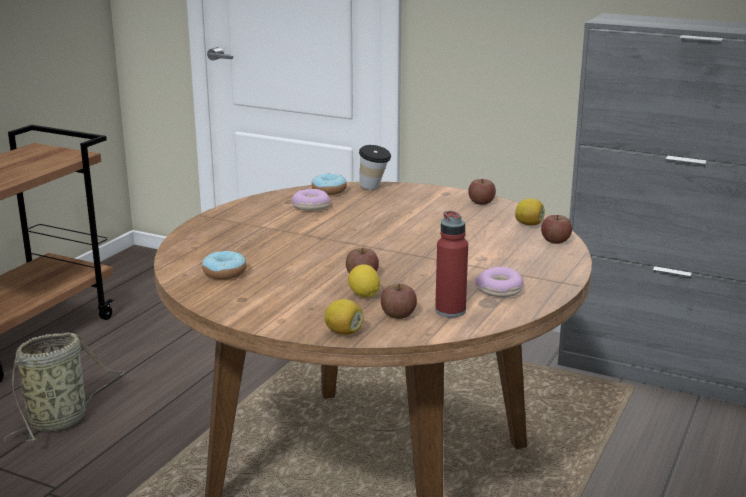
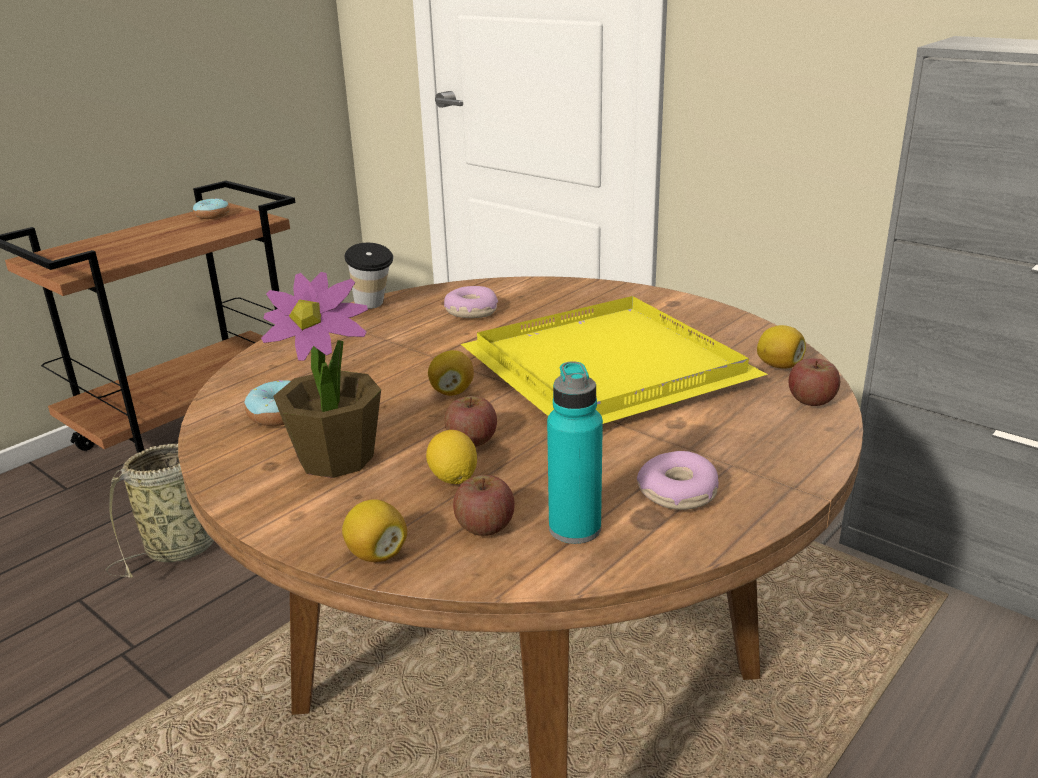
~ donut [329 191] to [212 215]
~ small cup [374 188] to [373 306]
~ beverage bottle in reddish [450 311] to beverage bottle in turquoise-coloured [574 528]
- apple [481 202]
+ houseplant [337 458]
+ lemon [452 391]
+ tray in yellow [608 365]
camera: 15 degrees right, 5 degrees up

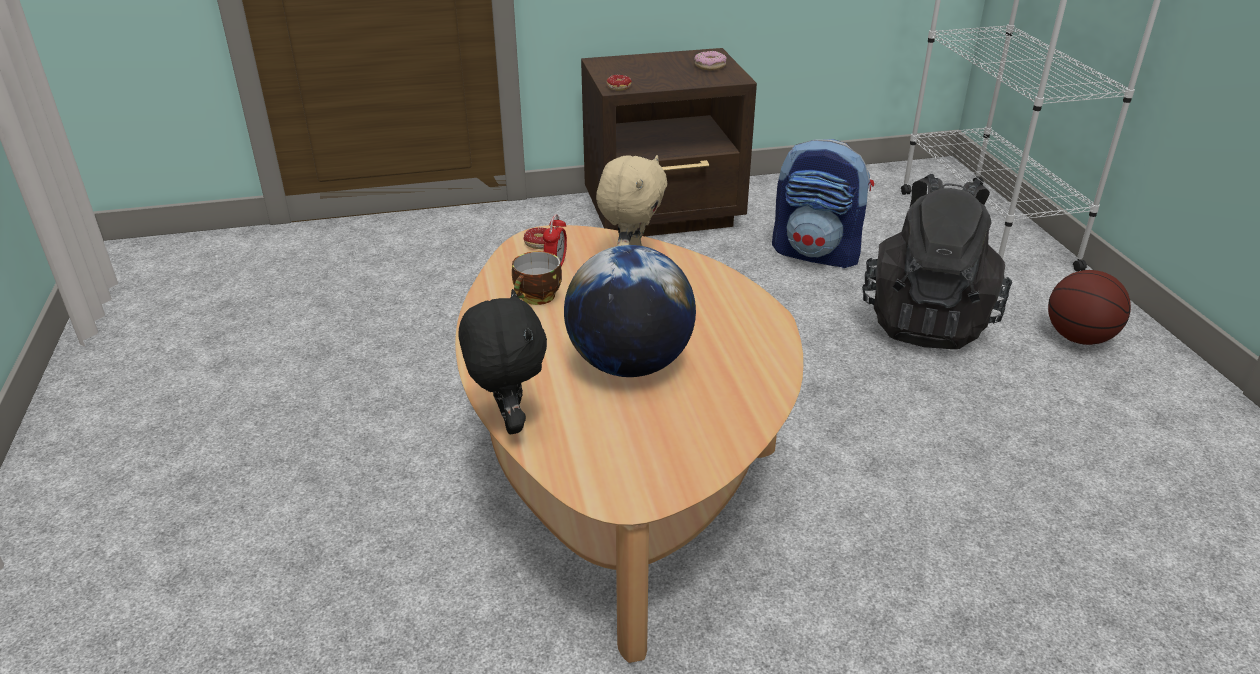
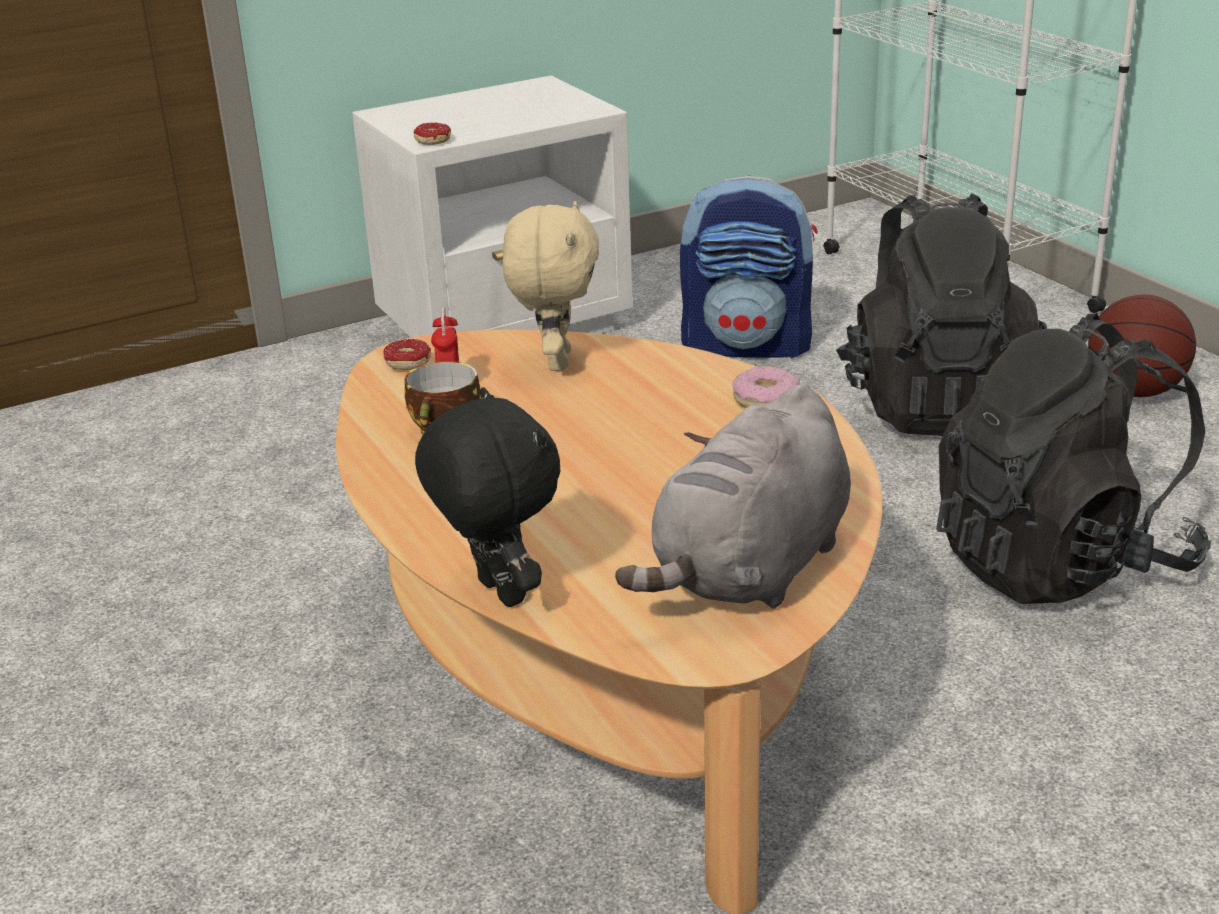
- world globe [630 365]
~ bedside table in brown-coloured [666 214] to bedside table in white-coloured [509 328]
~ donut [710 66] to [766 399]
+ soft toy in gray [750 571]
+ backpack in blackish [1059 563]
camera: 15 degrees left, 5 degrees down

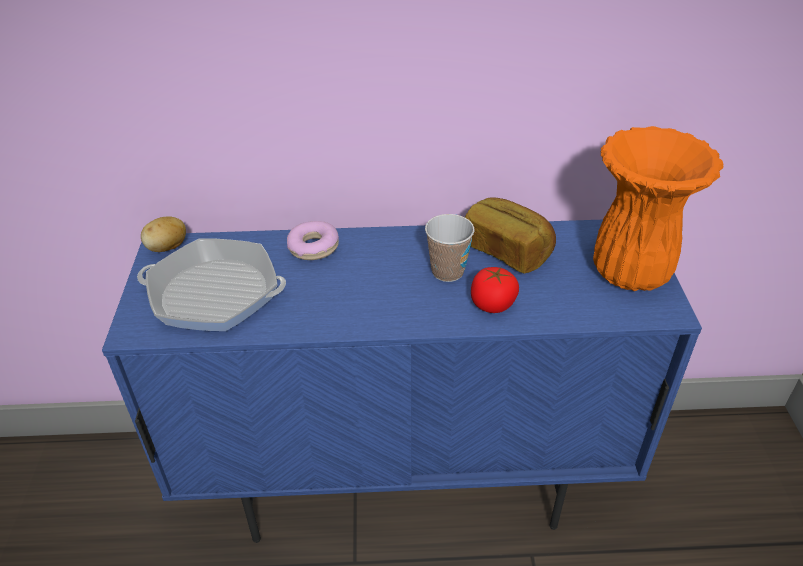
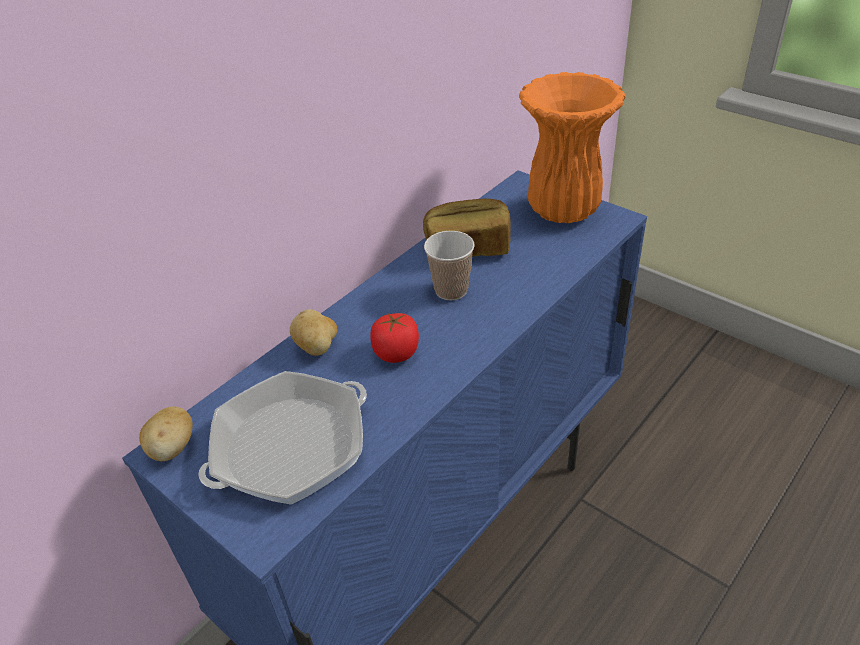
~ donut [313 247] to spud [317 347]
~ fresh tomato [492 304] to [396 353]
camera: 45 degrees left, 0 degrees up

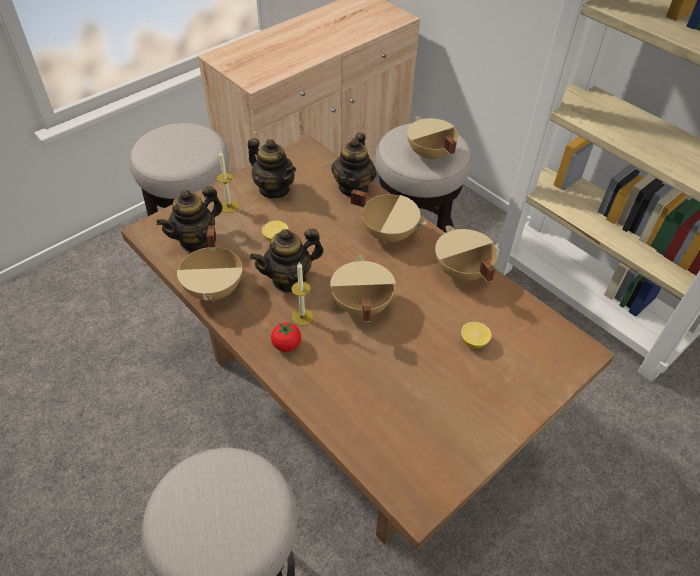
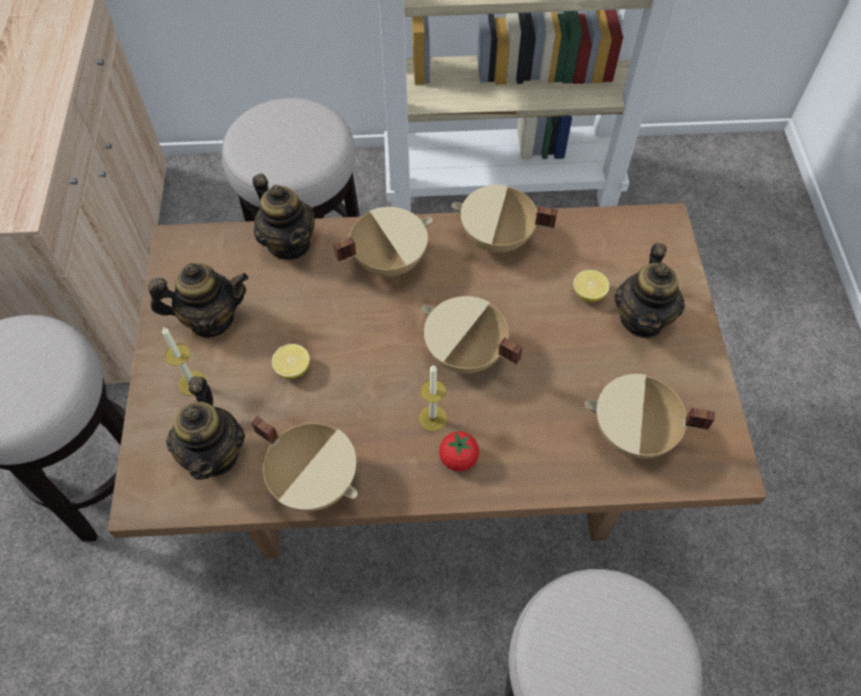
~ pot for tea [289 279] to [642 319]
~ cooking pot in beige [429 154] to [632 435]
camera: 50 degrees left, 10 degrees up

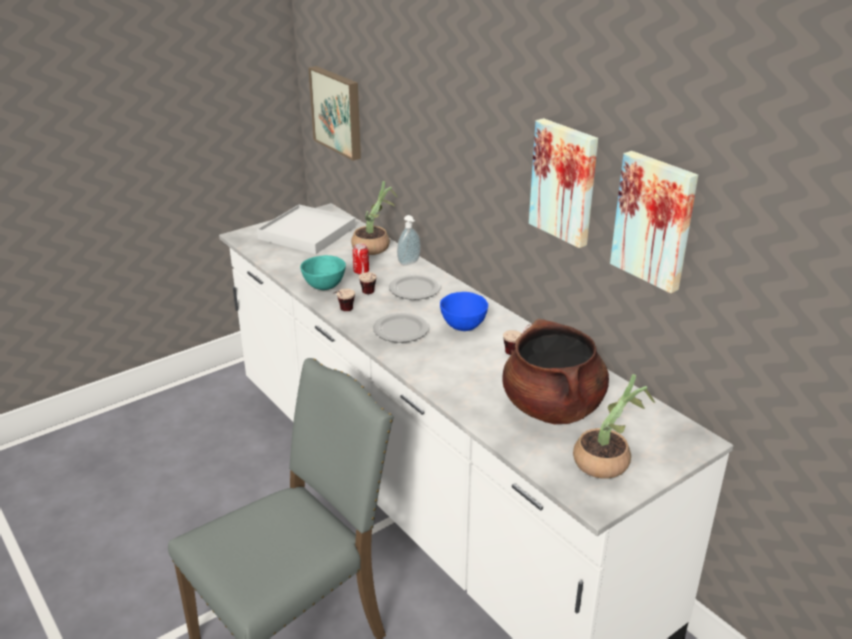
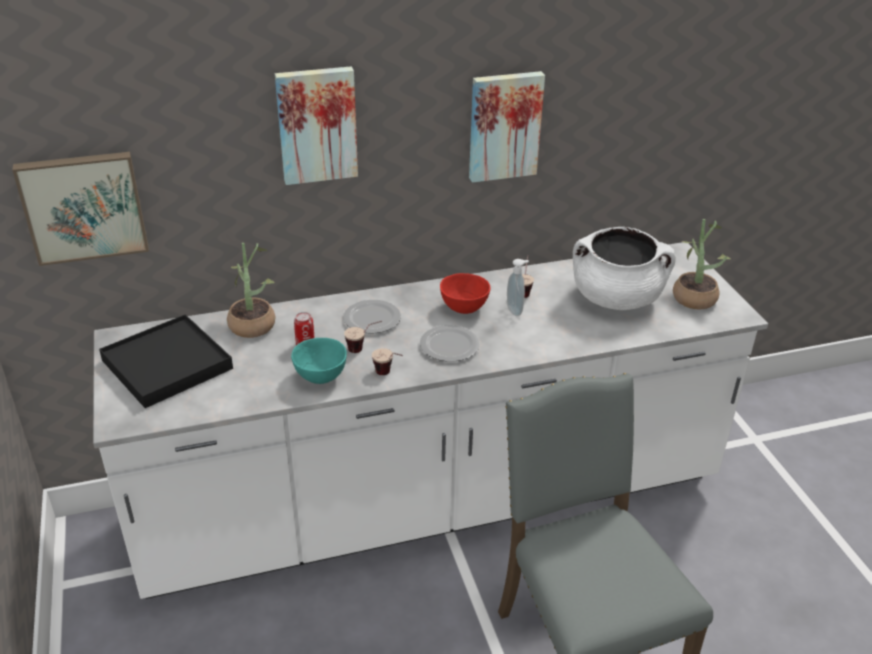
~ tray in white-coloured [307 233] to tray in blackish [166 364]
~ soap bottle [410 263] to [515 310]
~ deep dish in blue [463 326] to deep dish in reddish [463 308]
~ cooking pot in brown-coloured [552 408] to cooking pot in white-coloured [616 298]
~ wall art [655 220] to [317 124]
camera: 70 degrees left, 5 degrees up

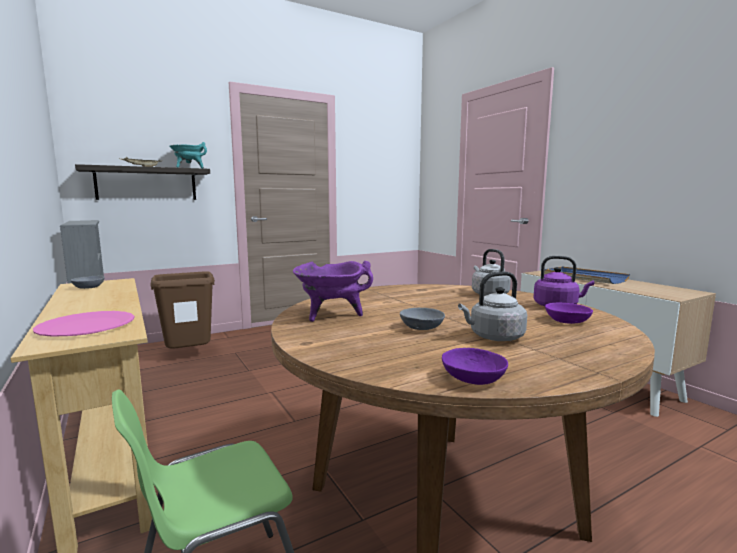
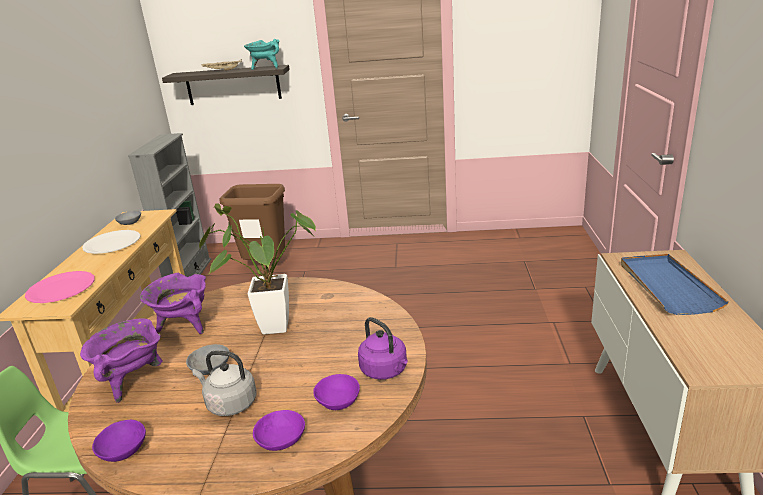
- water kettle in gray [488 294]
+ cooking pot in purple-coloured [133 381]
+ dinner plate in white-coloured [112 243]
+ houseplant [267 327]
+ deep dish in purple-coloured [281 441]
camera: 35 degrees right, 15 degrees up

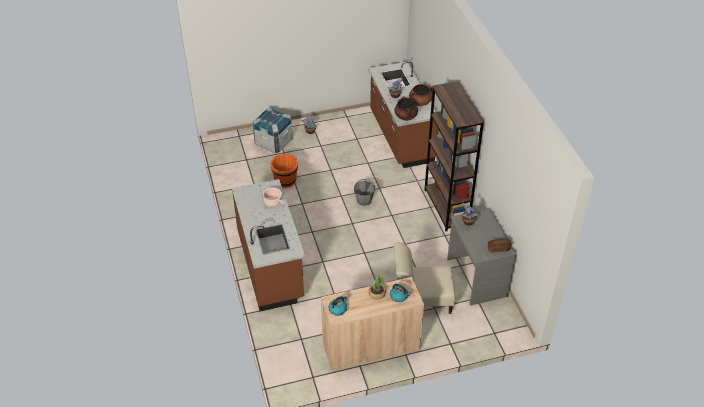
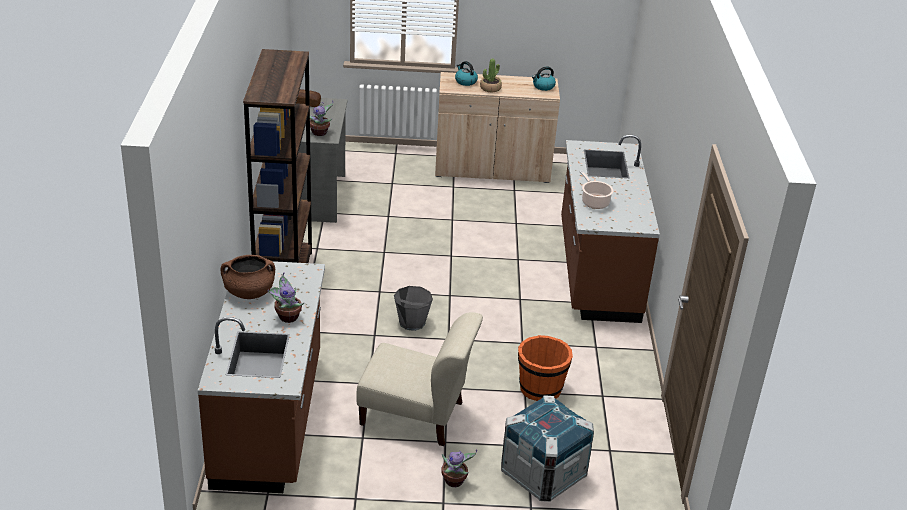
- cooking pot in brown-coloured [406 116]
~ chair in beige [421 300] to [416 415]
camera: 165 degrees left, 10 degrees down

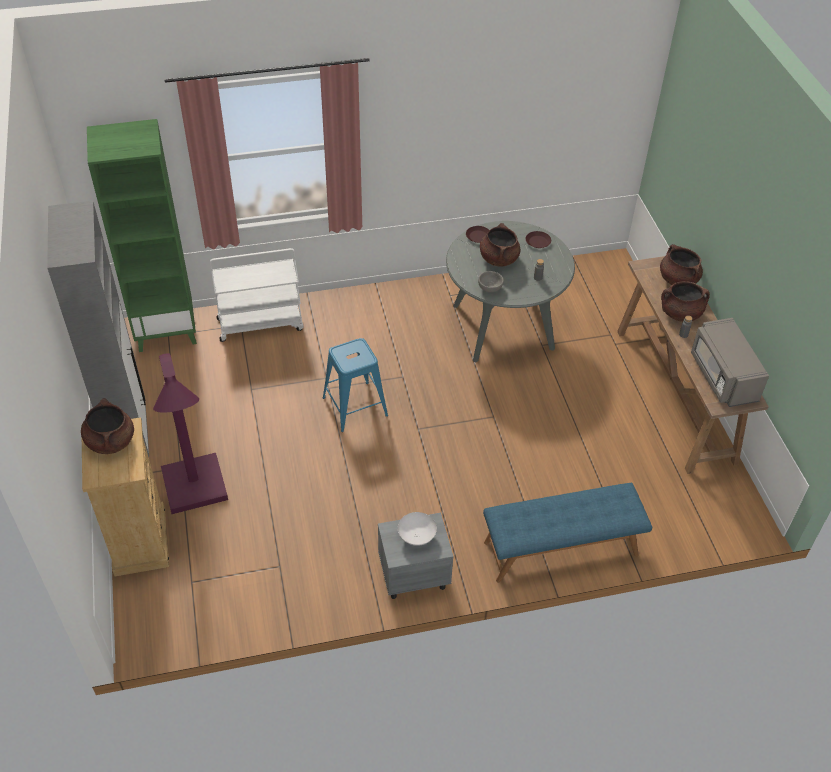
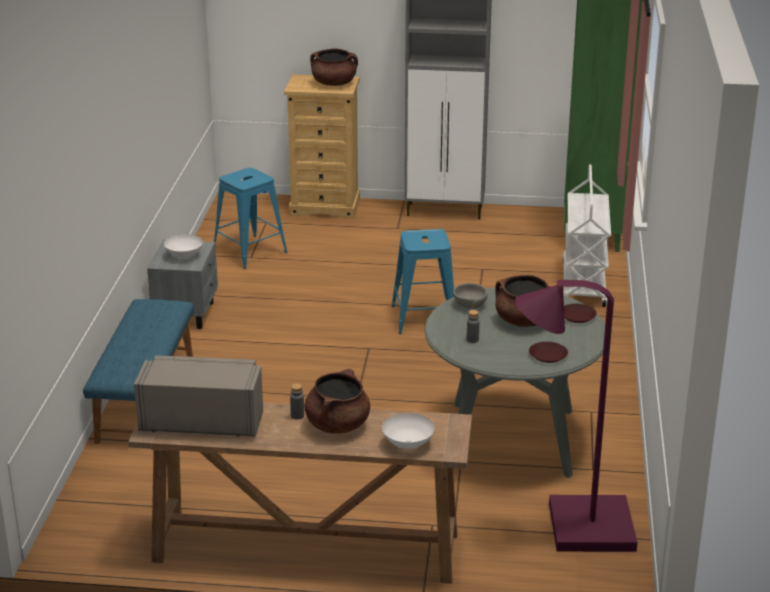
~ floor lamp in purple-coloured [197 494] to [575 527]
~ cooking pot in brown-coloured [677 279] to deep dish in white-coloured [408 444]
+ sitting stool in blue [250 251]
camera: 110 degrees right, 20 degrees down

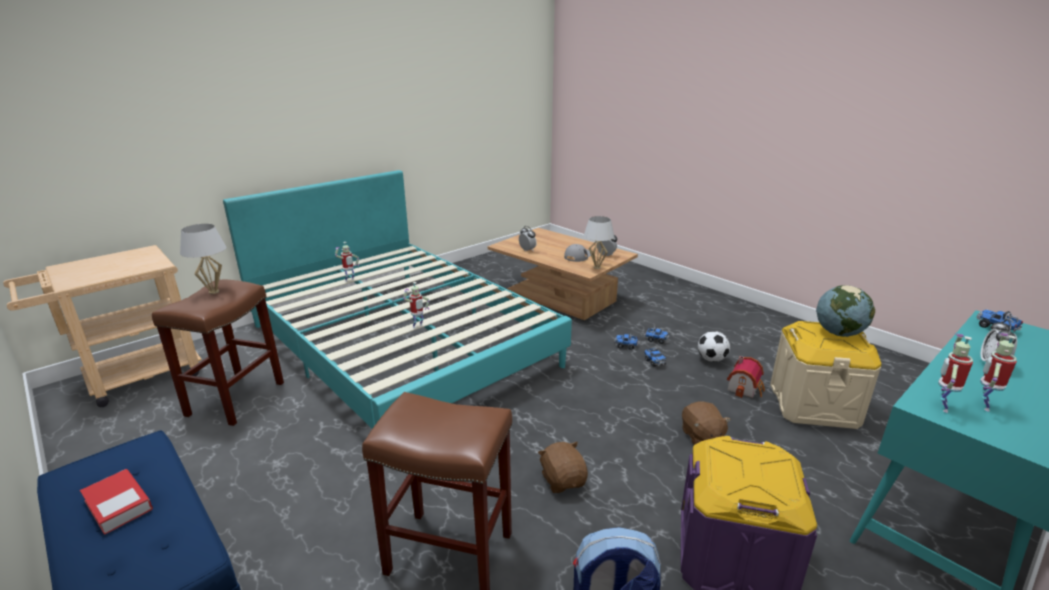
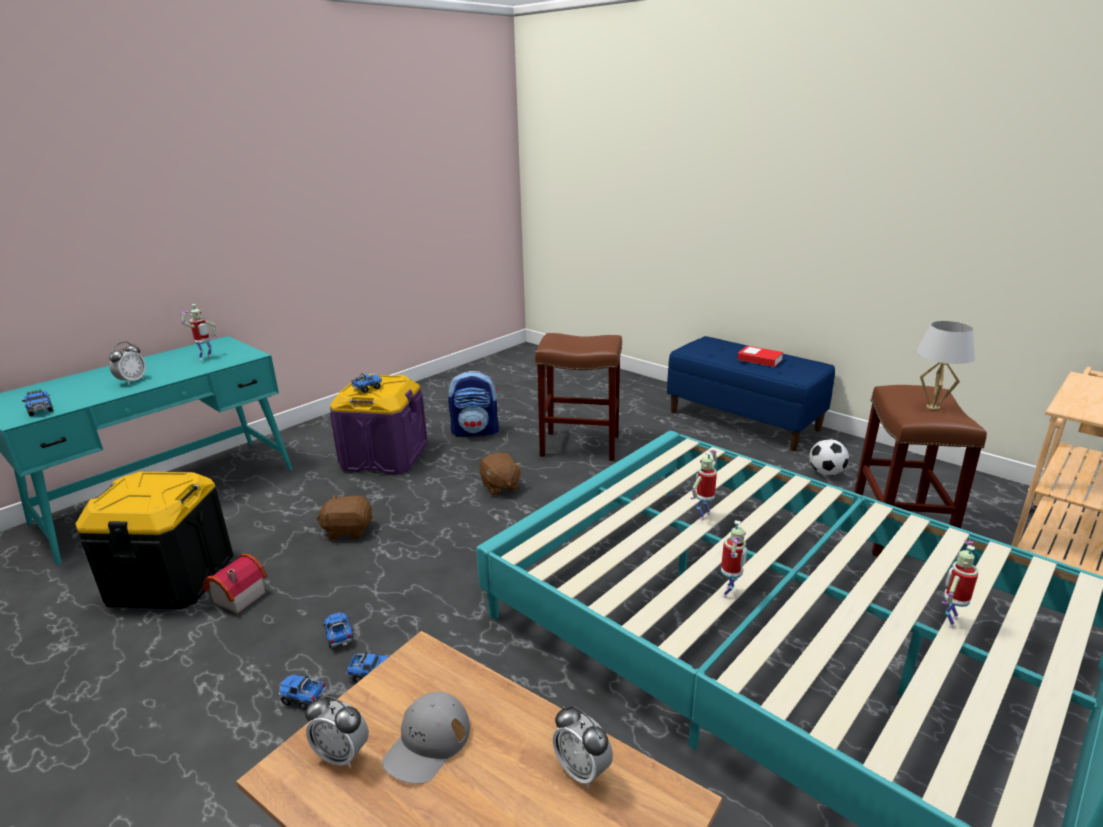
- lamp for a table in white-coloured [597 267]
~ soft toy in brown-coloured [701 436] = [348 531] 75 degrees counterclockwise
~ football ball [711 359] to [826 473]
~ storage box in beige [813 404] to storage box in blackish [171 578]
- world globe [838 333]
~ toy robot [941 406] to [729 593]
+ model truck [367 389]
camera: 175 degrees right, 0 degrees up

